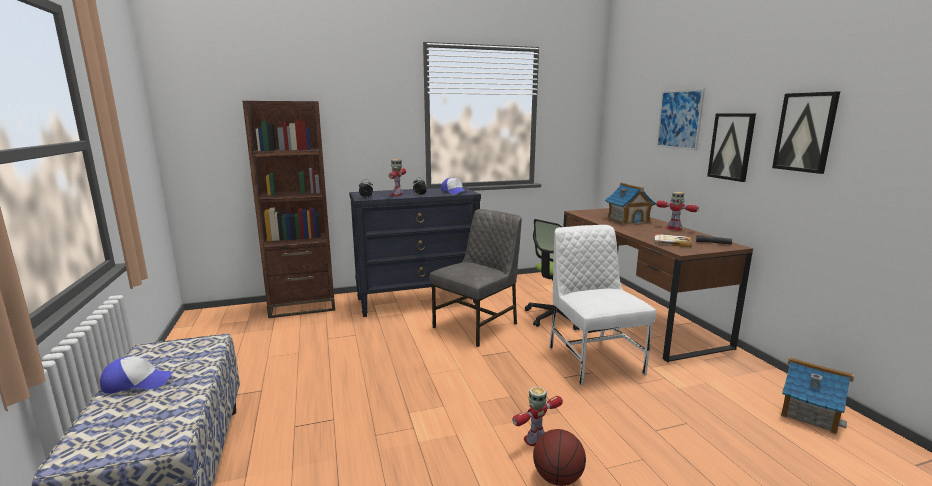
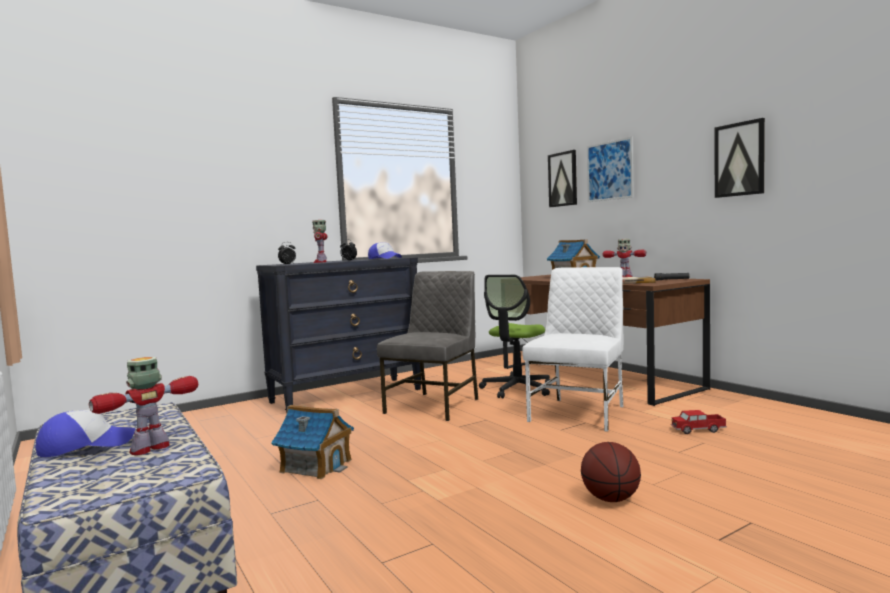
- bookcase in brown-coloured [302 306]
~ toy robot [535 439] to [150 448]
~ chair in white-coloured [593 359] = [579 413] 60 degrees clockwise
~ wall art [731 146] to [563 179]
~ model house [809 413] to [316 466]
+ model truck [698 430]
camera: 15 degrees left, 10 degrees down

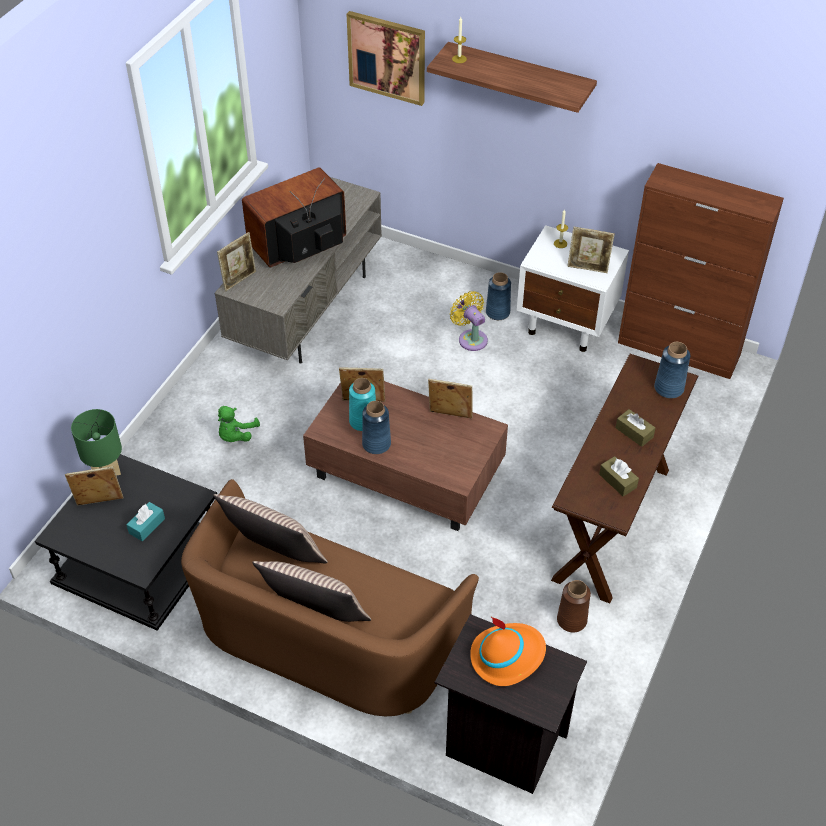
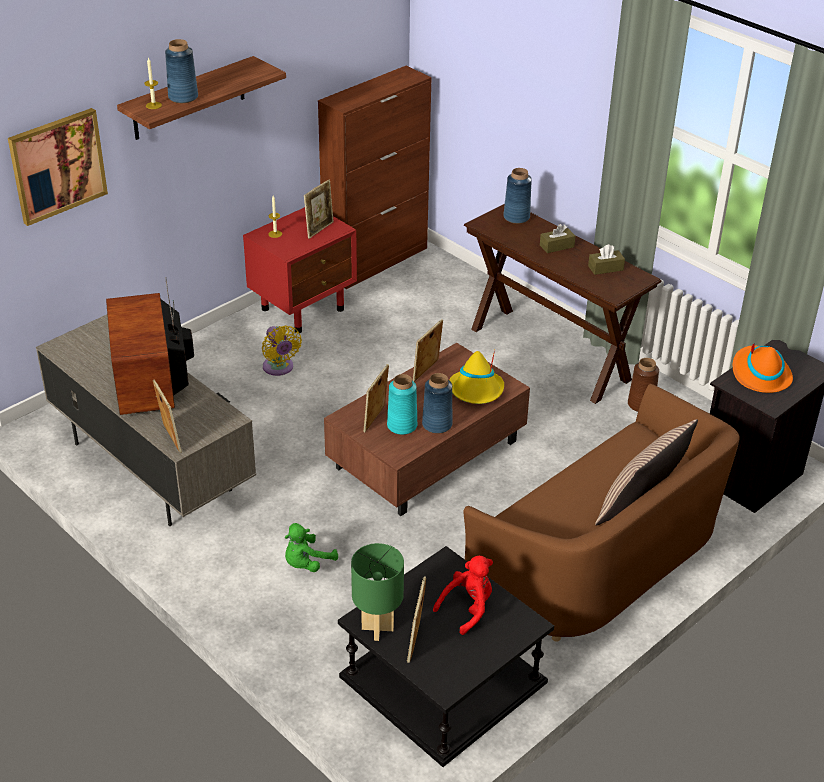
~ tissue holder in turquoise-coloured [147 526] to soft toy in reddish [468 608]
- cushion [275 556]
~ soft toy in greenish [236 436] = [306 563] 90 degrees clockwise
~ electric fan in yellow [471 338] = [279 368] 105 degrees counterclockwise
~ vase in blue [497 312] to [183 97]
~ bedside table in white-coloured [567 325] to bedside table in reddish [303 308]
+ hat in yellow [476 391]
camera: 70 degrees left, 10 degrees down

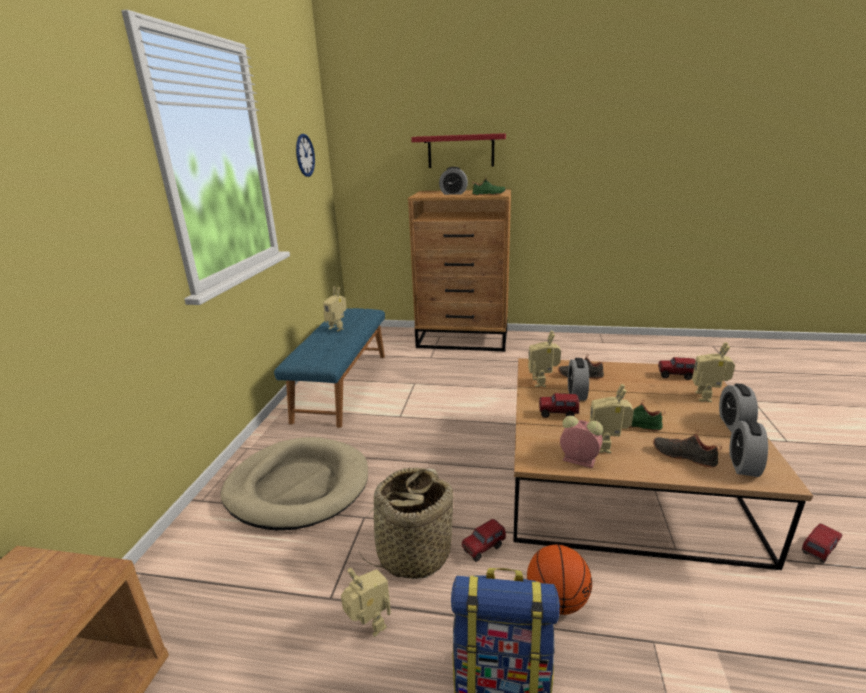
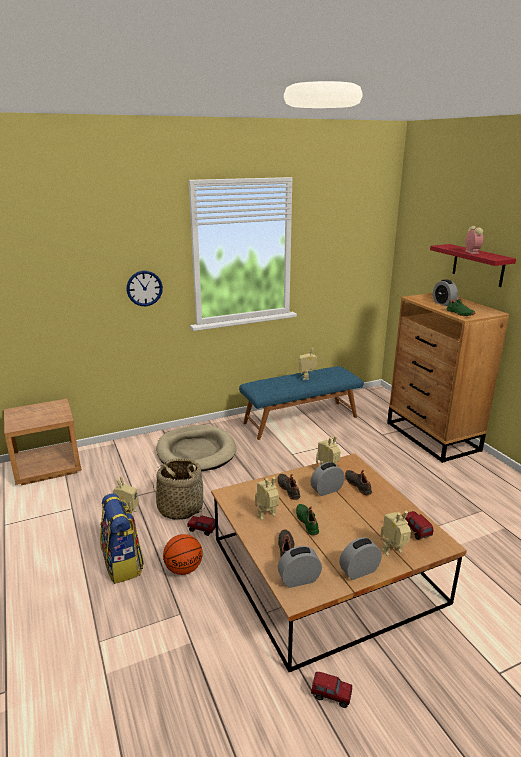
~ clock on the wall [305 155] to [144 288]
~ model truck [558 414] to shoe in blackish [289 489]
~ alarm clock [577 460] to [471 252]
camera: 55 degrees right, 0 degrees up

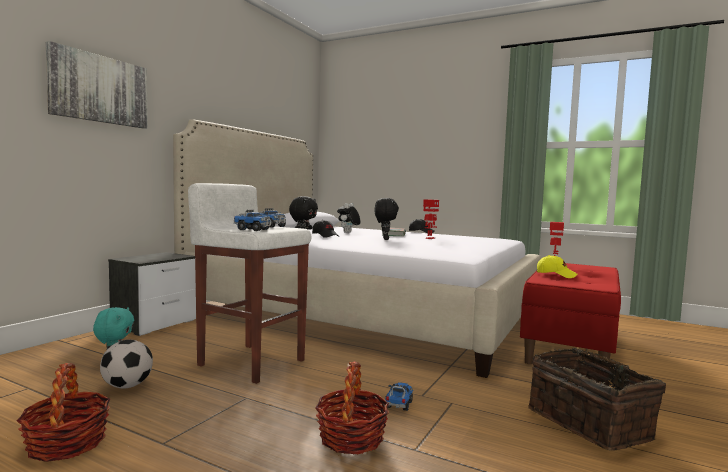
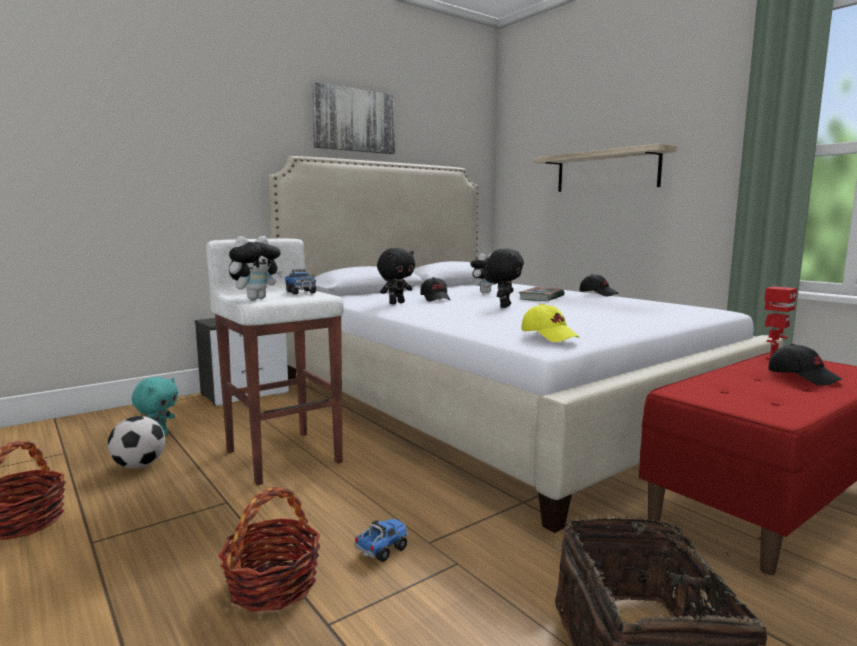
~ wall art [99 89] to [354 120]
~ model truck [252 230] to soft toy [256 298]
- toy robot [429 238]
~ cap in yellow [556 275] to [549 336]
+ wall shelf [606 171]
+ cap in blackish [803 377]
camera: 25 degrees right, 5 degrees up

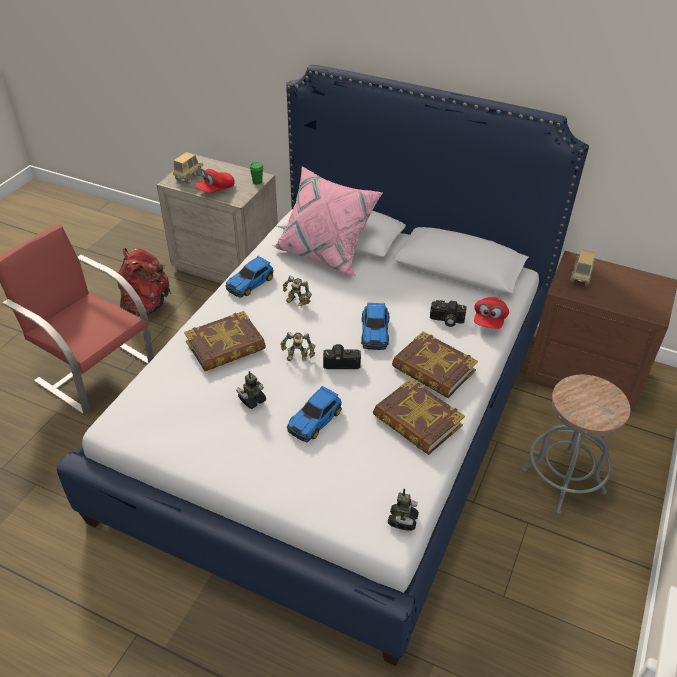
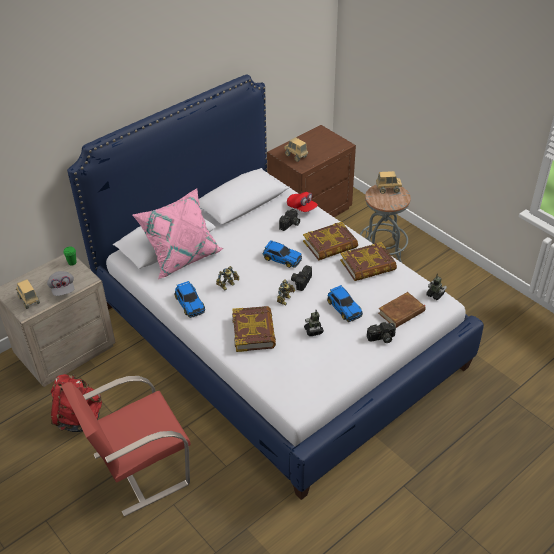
~ cap in reddish [215 189] to cap in gray [62 289]
+ photo camera [381 338]
+ model truck [388 189]
+ bound book in brown-coloured [401 312]
camera: 65 degrees left, 0 degrees up

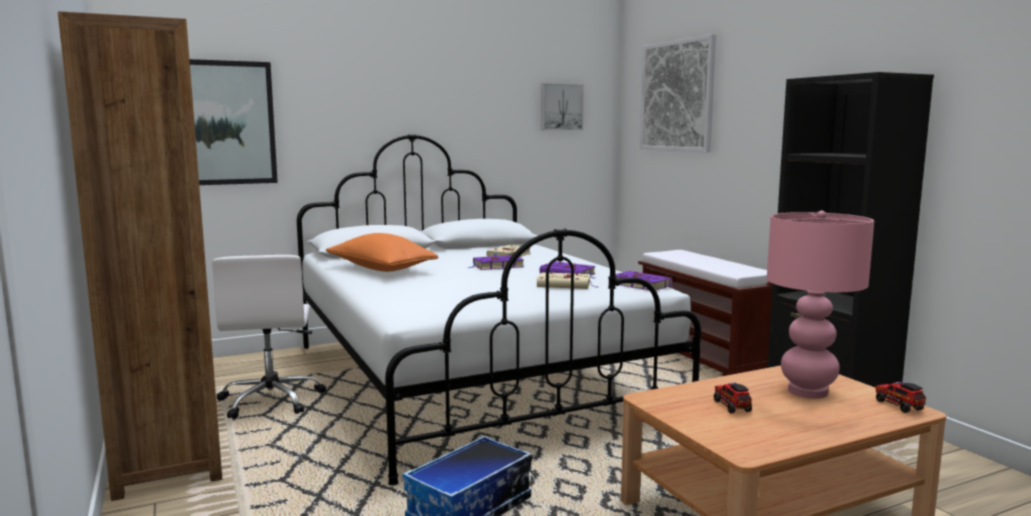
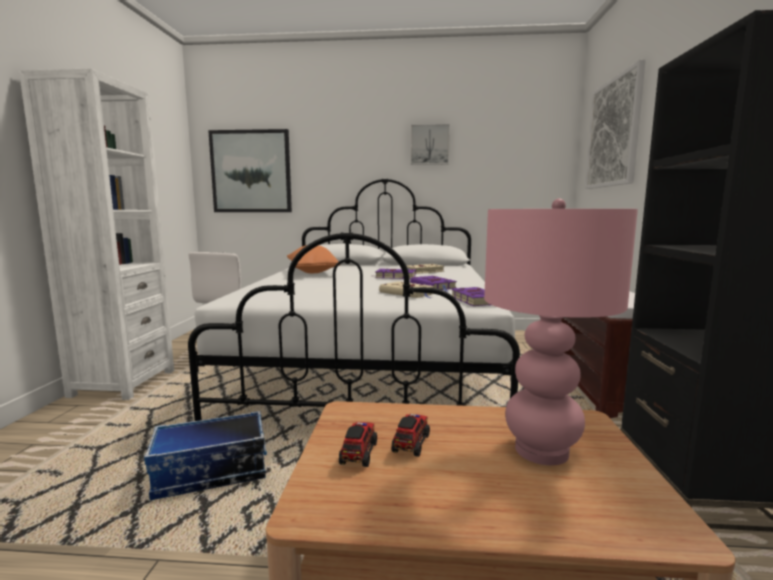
~ bookcase in brown-coloured [167 465] to bookcase in white-coloured [123 383]
~ wall art [561 107] to [429 145]
~ model truck [897 405] to [359 453]
camera: 30 degrees right, 0 degrees up

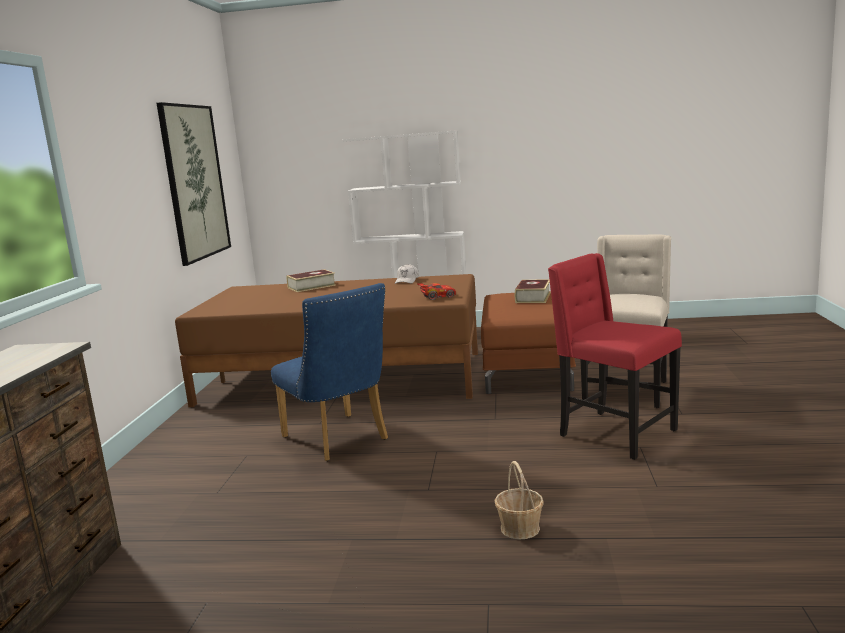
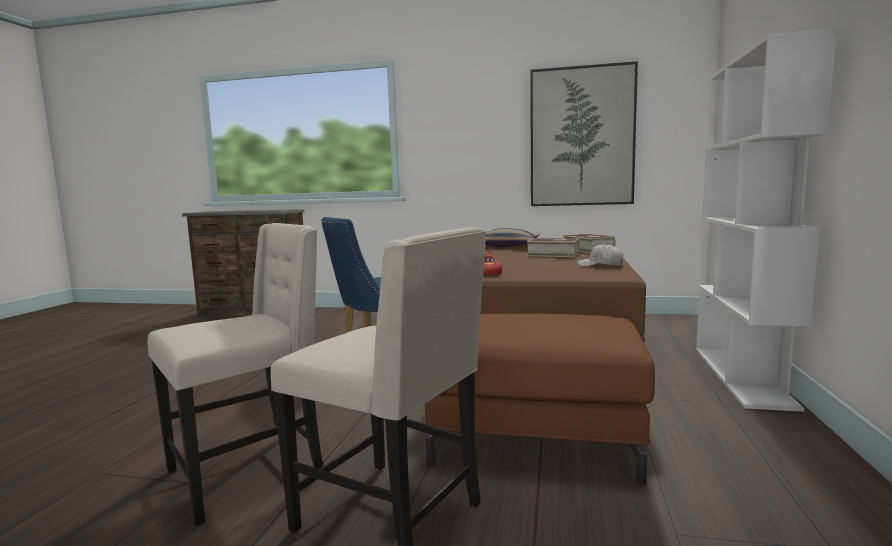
- storage basket [520 528]
~ bound book [533 297] to [553 254]
~ chair in reddish [614 433] to chair in beige [249 472]
+ cushion [508 246]
camera: 95 degrees right, 5 degrees down

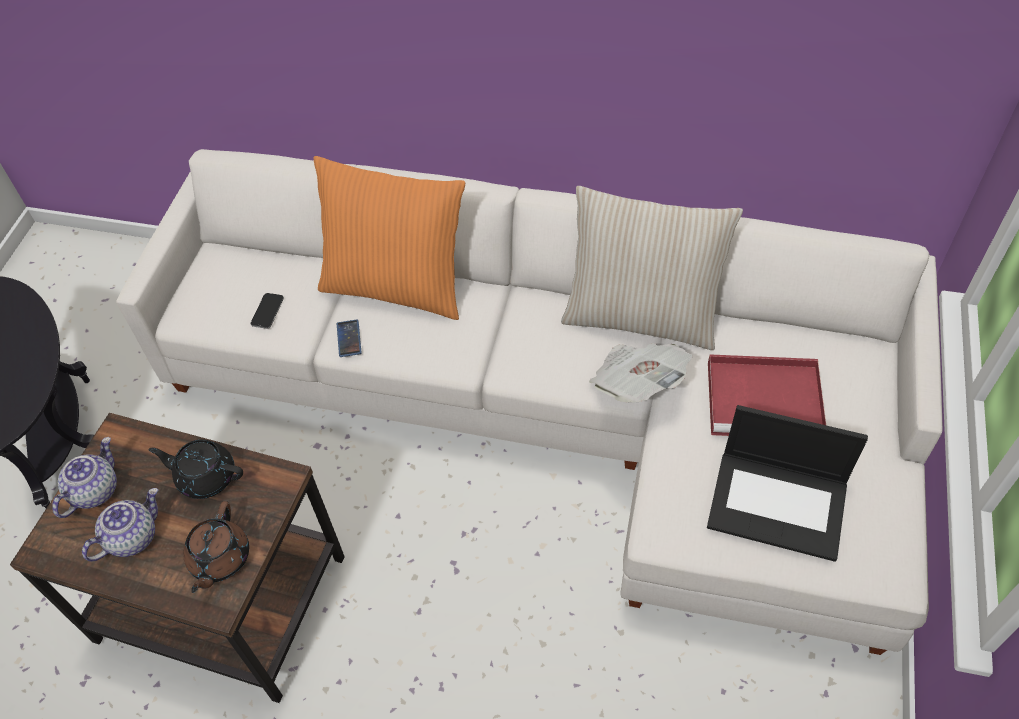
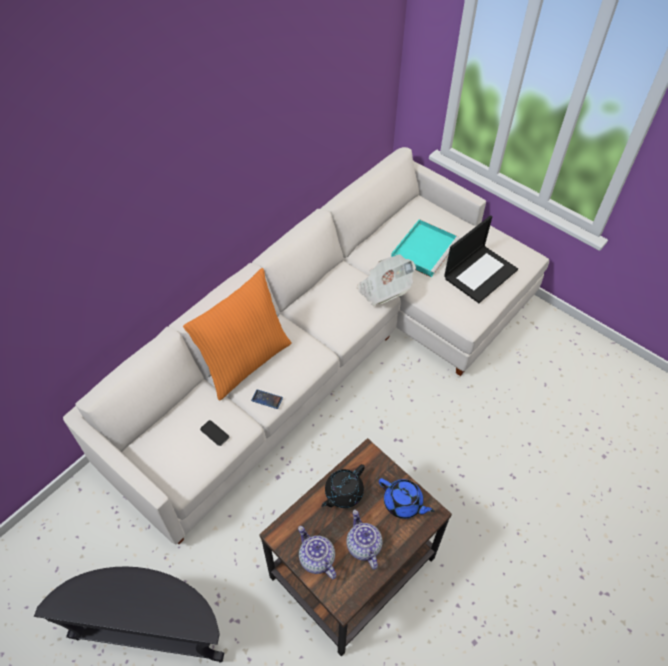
~ pot for tea in brown-coloured [219 559] to pot for tea in blue [403 503]
- cushion in beige [641 316]
~ tray in reddish [766 400] to tray in turquoise-coloured [424 249]
camera: 65 degrees left, 0 degrees up

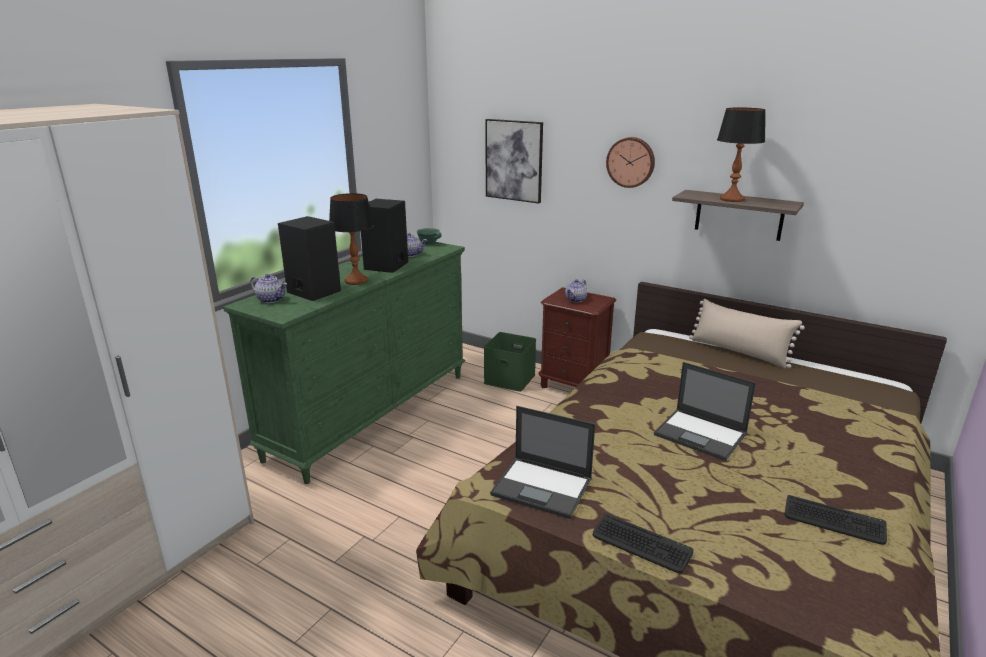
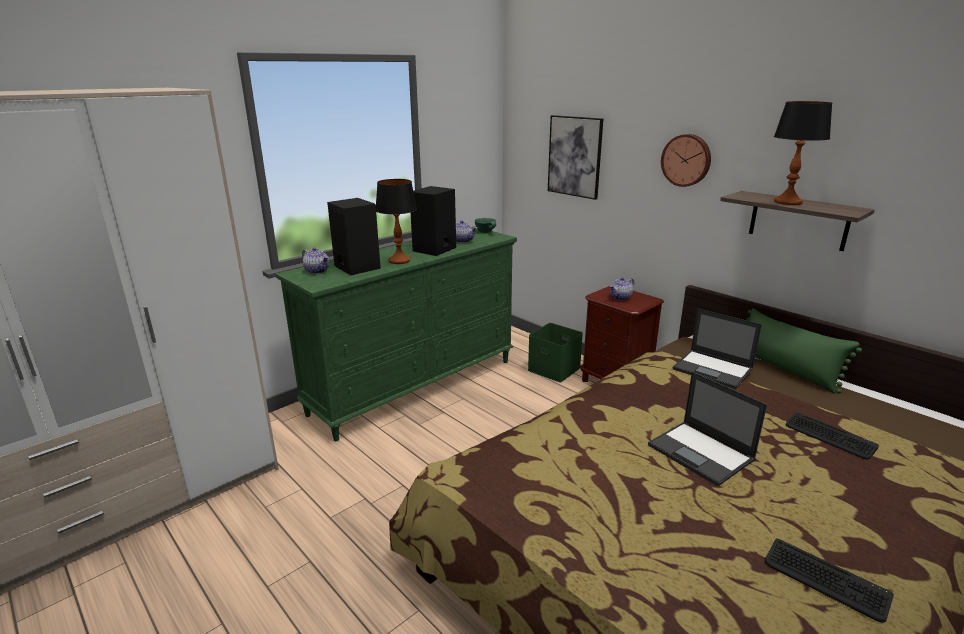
~ laptop [543 487] to [713 369]
~ PC keyboard [641 544] to [829 436]
~ cushion in beige [739 352] to cushion in greenish [785 369]
camera: 15 degrees right, 0 degrees up

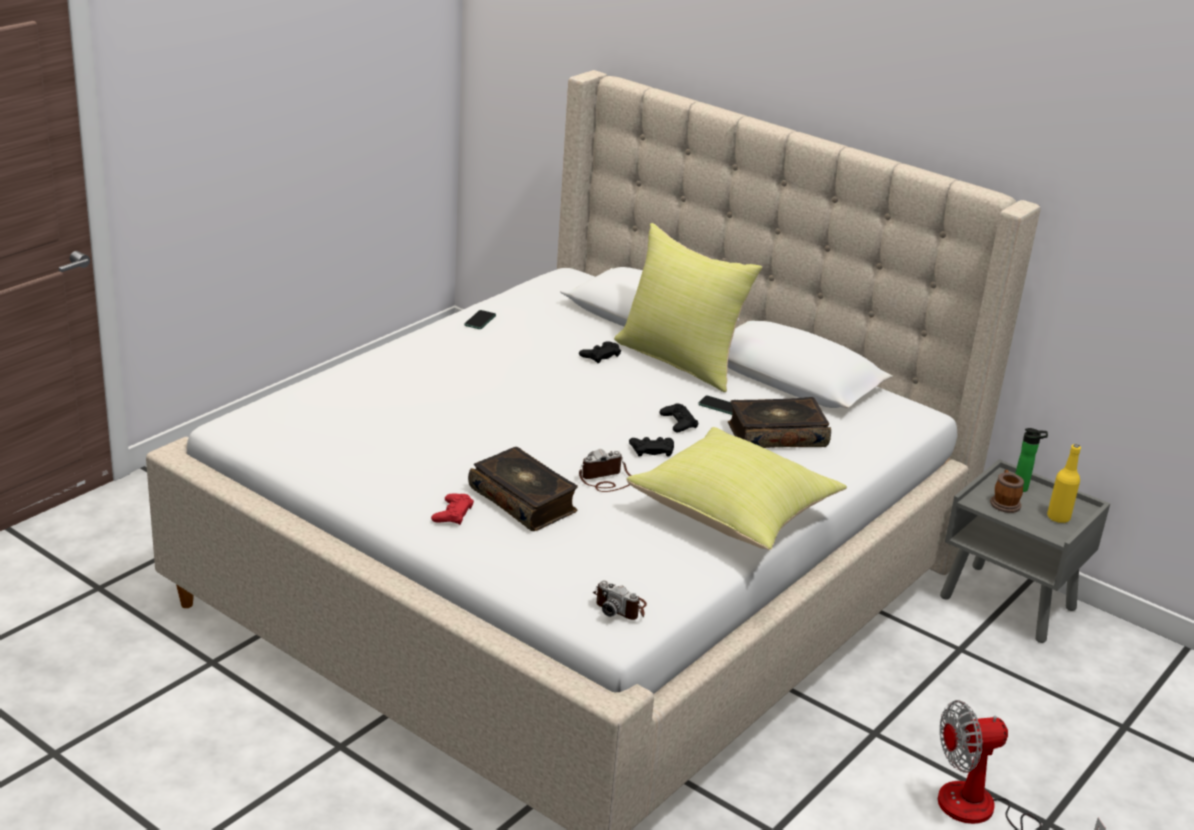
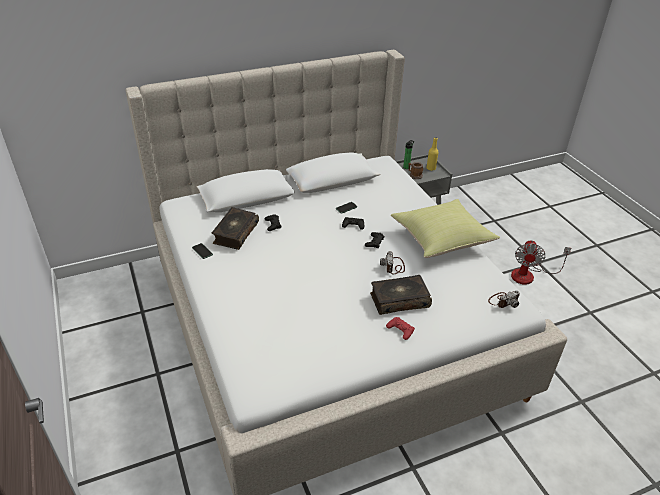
- cushion in yellow [681 360]
~ bound book [776 435] to [235 233]
camera: 60 degrees left, 10 degrees up

